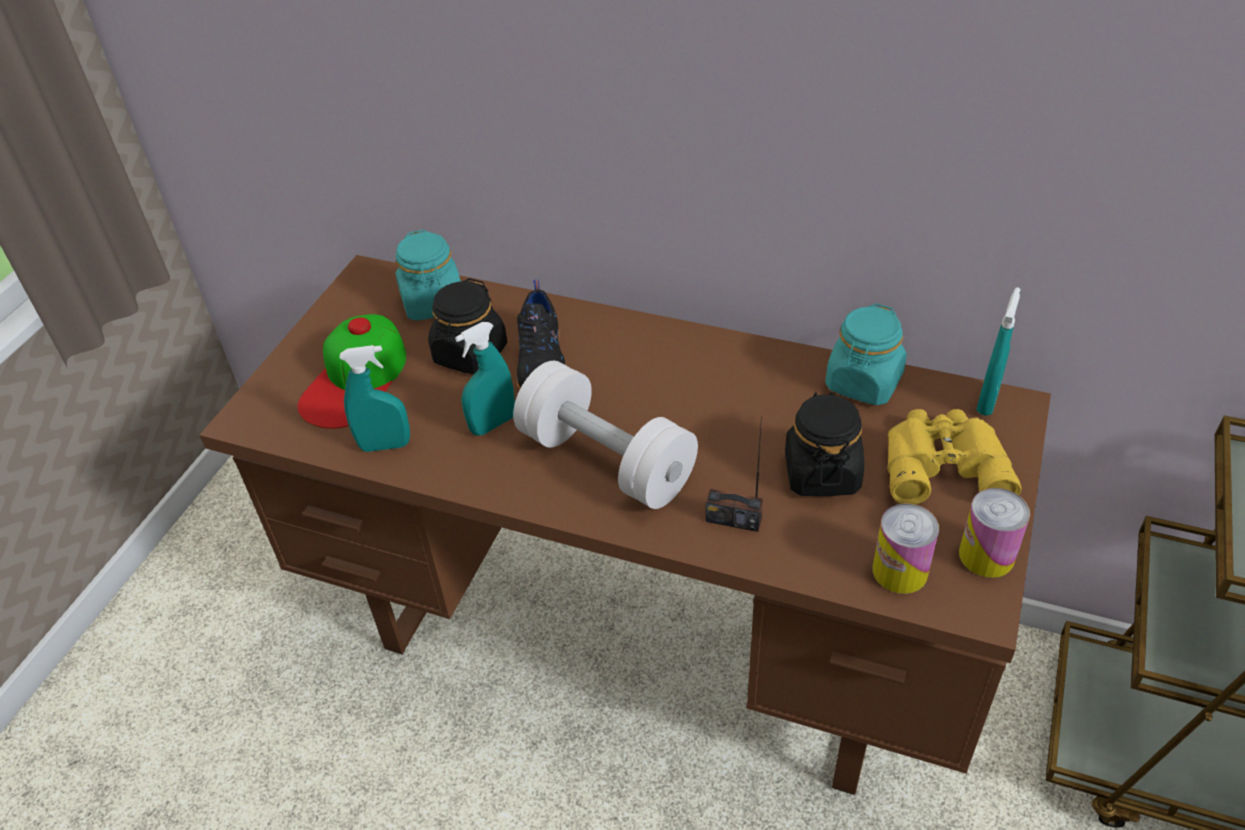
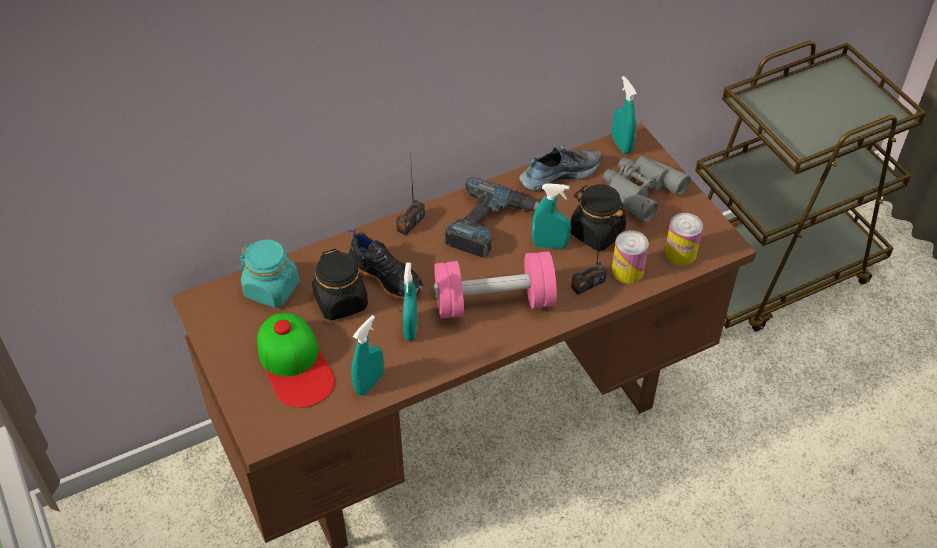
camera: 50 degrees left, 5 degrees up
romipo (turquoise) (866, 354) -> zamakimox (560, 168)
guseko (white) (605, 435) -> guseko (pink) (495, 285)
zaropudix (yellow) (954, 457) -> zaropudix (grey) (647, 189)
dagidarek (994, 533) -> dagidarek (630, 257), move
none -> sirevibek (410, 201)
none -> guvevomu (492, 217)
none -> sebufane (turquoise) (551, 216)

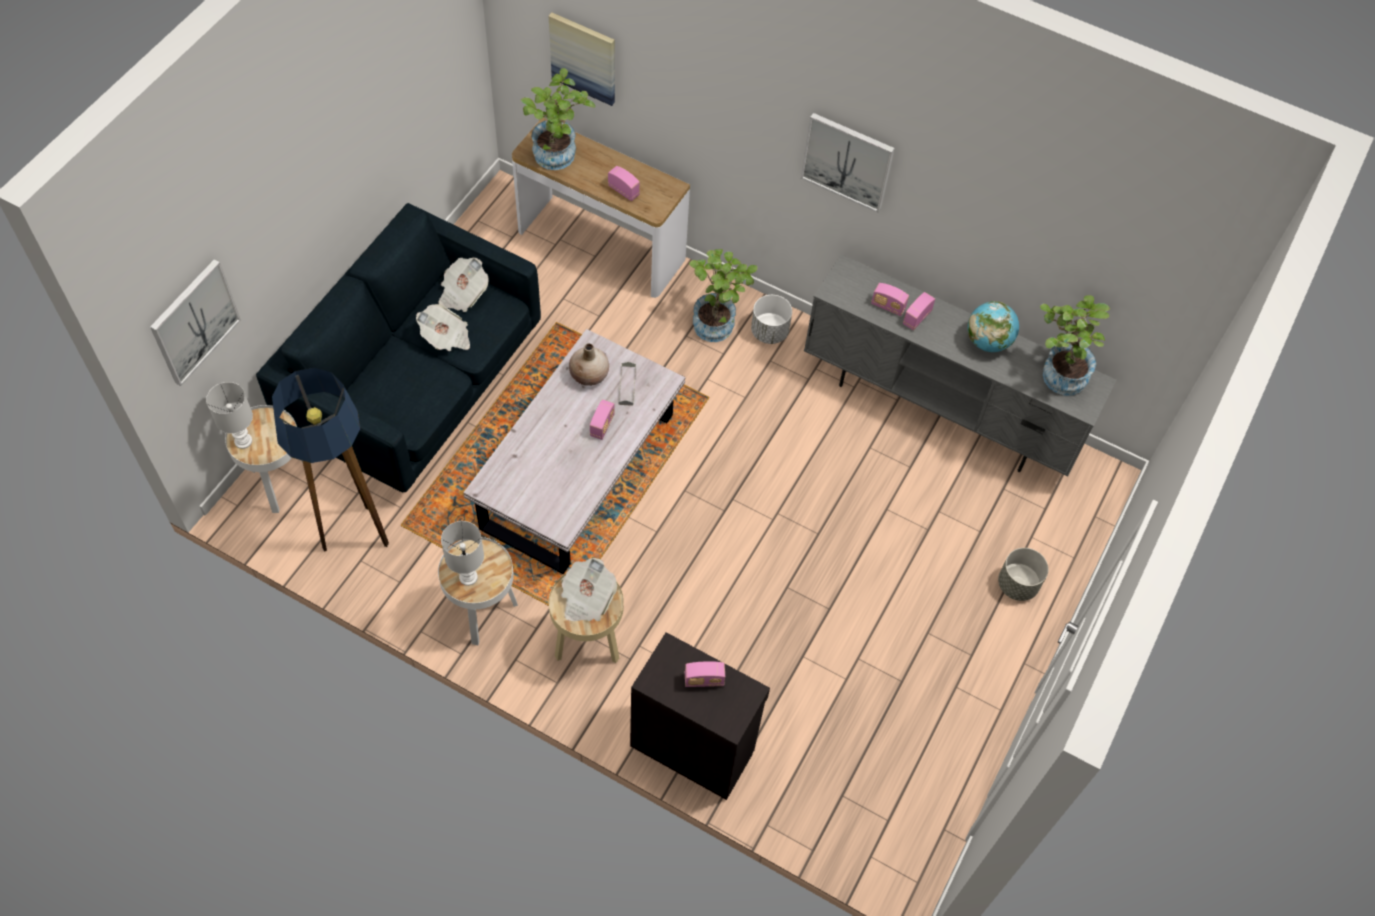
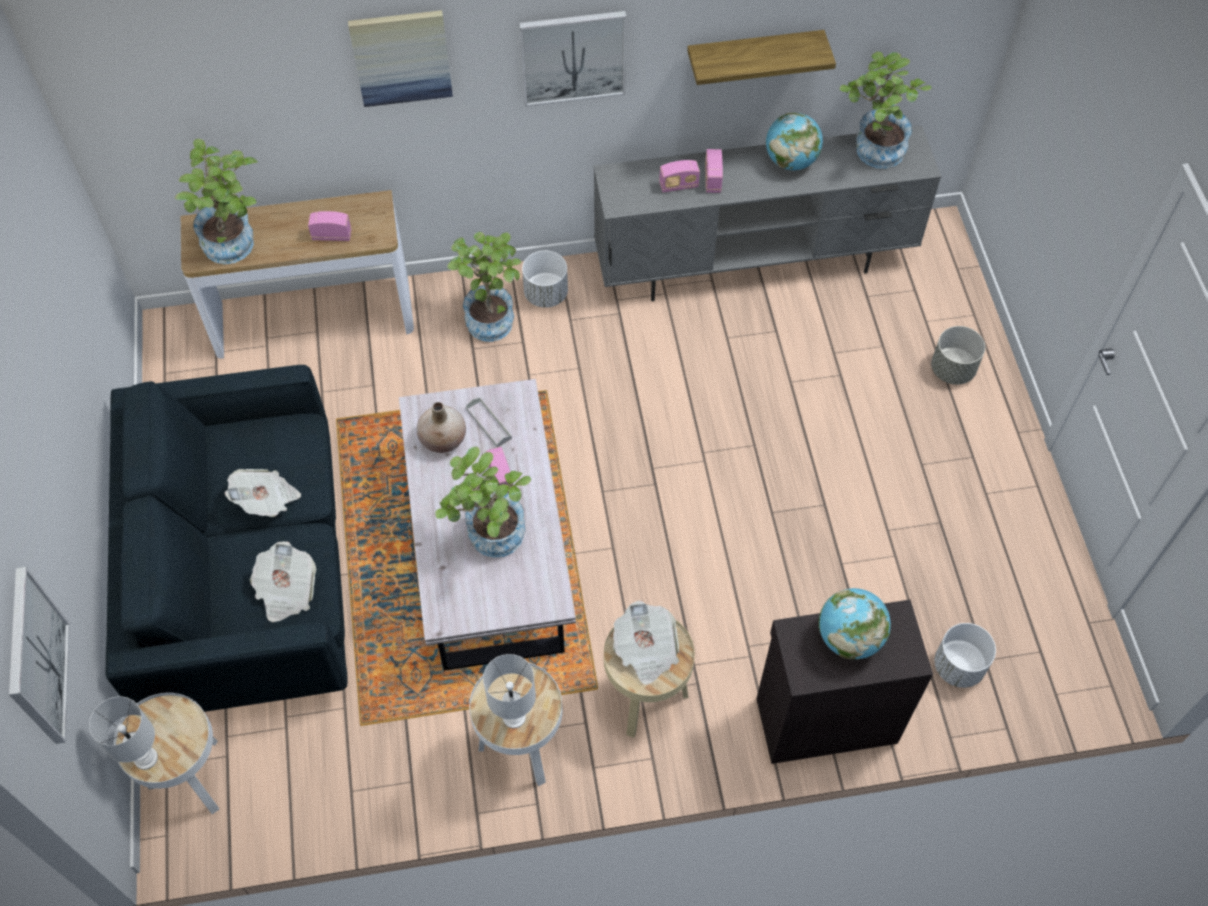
camera: 35 degrees left, 0 degrees up
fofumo (582, 59) -> fofumo (400, 58), move
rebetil (464, 285) -> rebetil (283, 581), move
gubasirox (330, 460) -> none
sirevibek (705, 674) -> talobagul (855, 624)
none -> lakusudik (761, 57)
none -> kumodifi (483, 502)
none -> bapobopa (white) (965, 655)

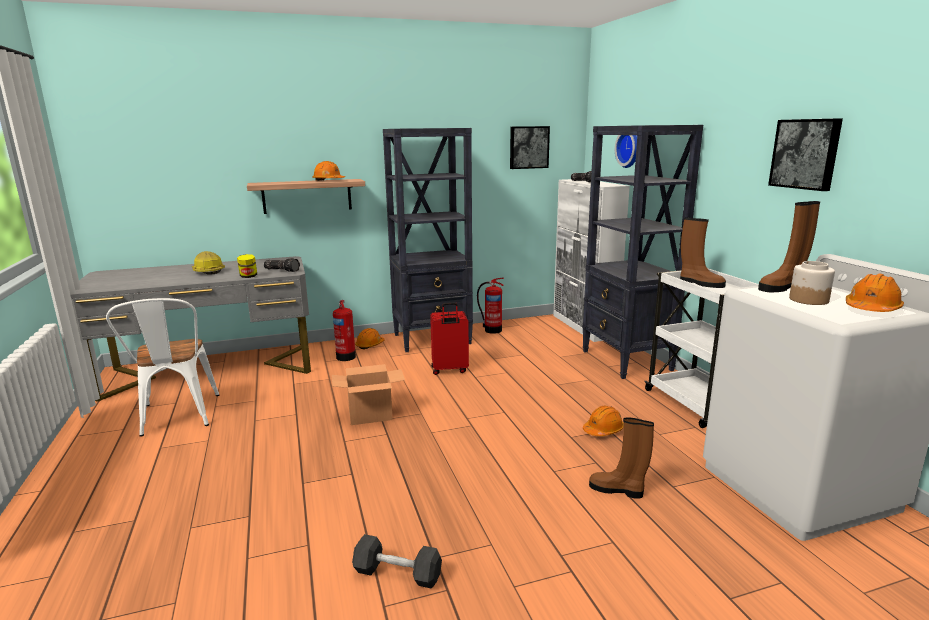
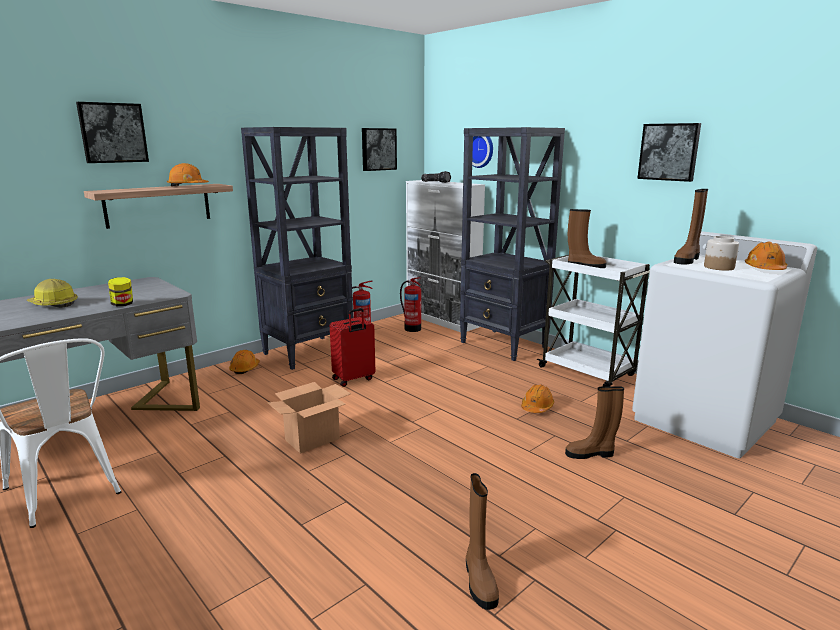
camera: 25 degrees left, 0 degrees up
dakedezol (282, 265) -> none
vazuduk (344, 330) -> vazuduk (410, 304), move
guseko (black) (397, 561) -> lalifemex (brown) (482, 541)
none -> fofumo (112, 132)

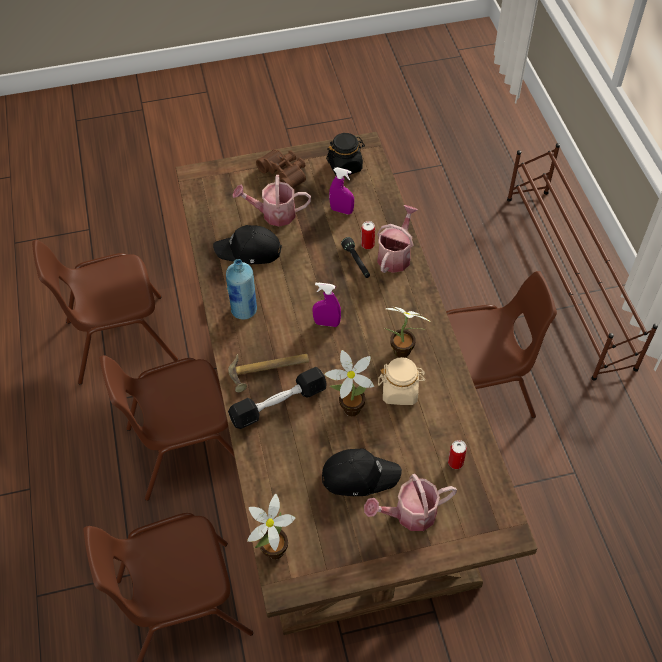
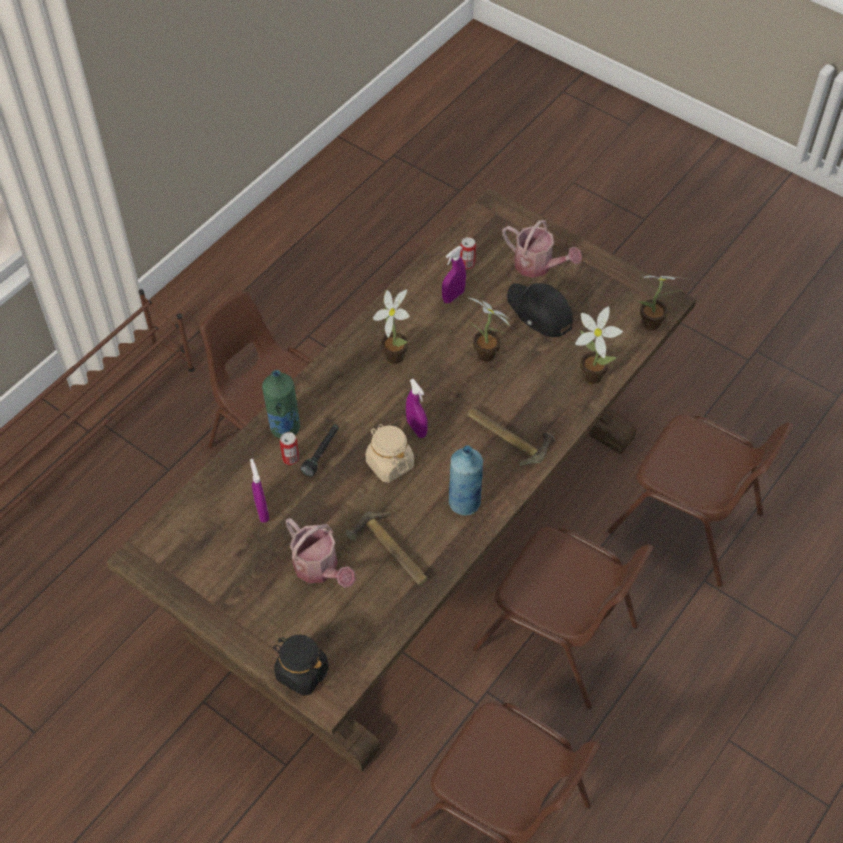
camera: 130 degrees left, 0 degrees up
romipo (black) (345, 154) -> romipo (black) (301, 665), move
zaropudix (brown) (281, 169) -> none
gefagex (397, 239) -> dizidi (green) (281, 404)
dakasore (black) (247, 244) -> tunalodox (387, 548)
romipo (beige) (401, 381) -> romipo (beige) (390, 453), move
guseko (black) (277, 398) -> none
none -> sebufane (purple) (454, 274)
none -> kumodifi (599, 345)

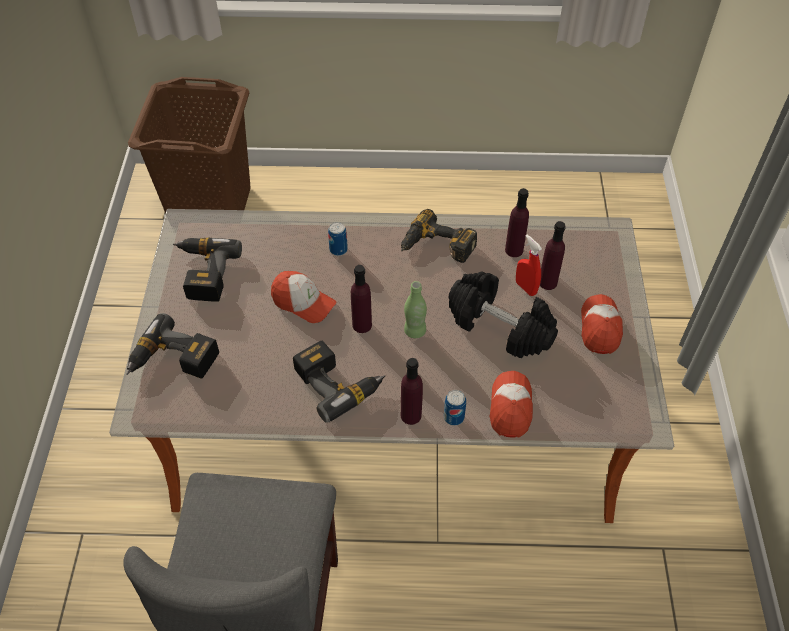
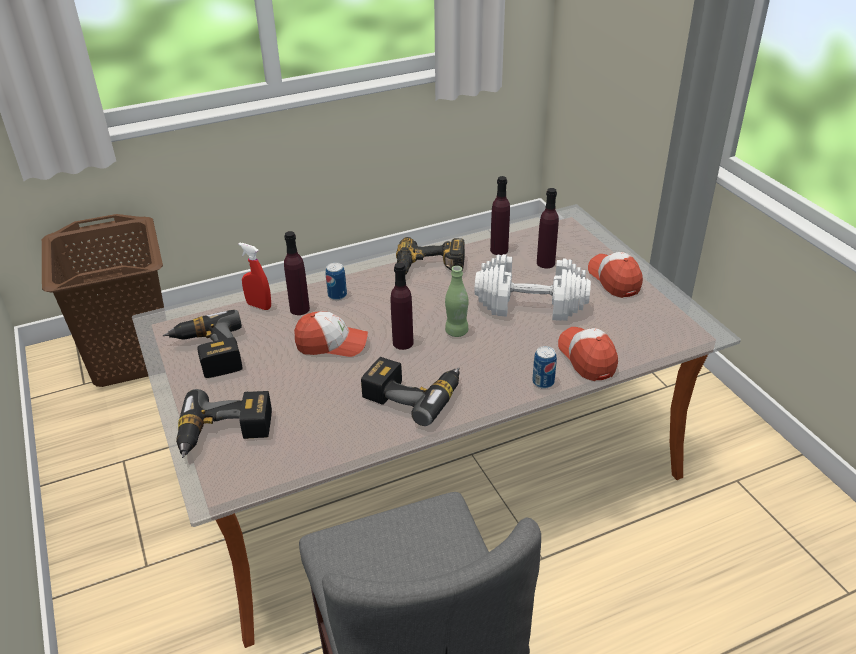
camera: 25 degrees left, 15 degrees down
sebufane (red) (529, 265) -> sebufane (red) (254, 276), move
guseko (black) (503, 314) -> guseko (white) (532, 287)
dizidi (purple) (412, 391) -> dizidi (purple) (297, 273), move

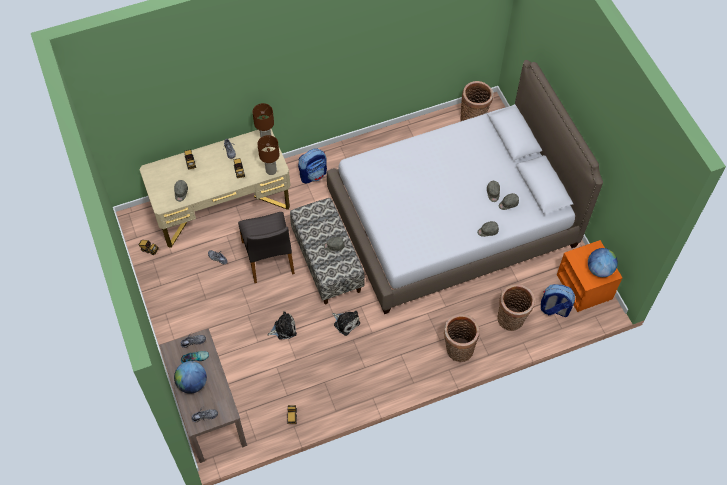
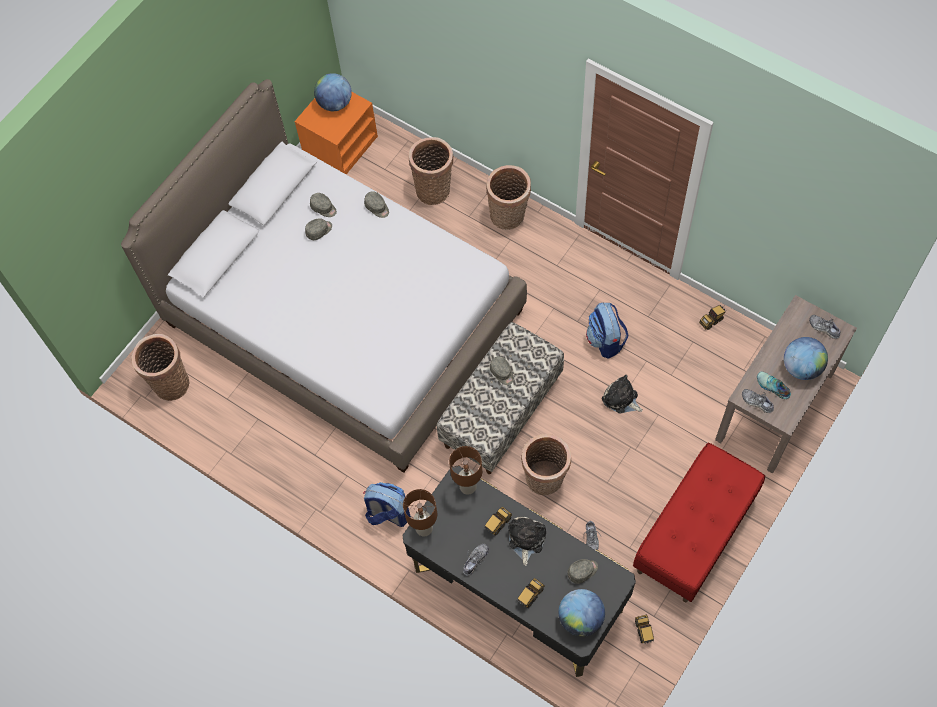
camera: 120 degrees left, 5 degrees up
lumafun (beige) (215, 188) -> lumafun (black) (519, 571)
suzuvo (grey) (266, 247) -> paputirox (546, 464)
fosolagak (558, 300) -> fosolagak (607, 330), move
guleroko (346, 323) -> guleroko (527, 541), move
none -> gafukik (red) (699, 522)
none -> talobagul (581, 613)

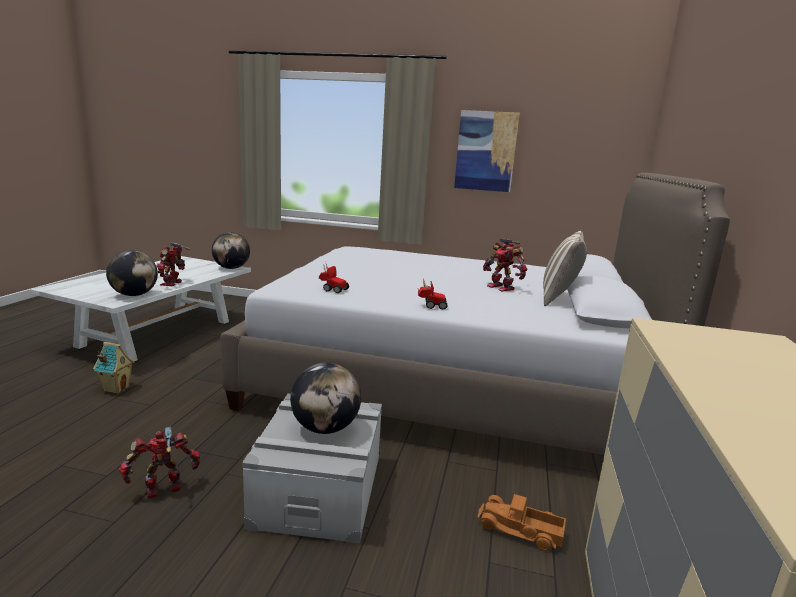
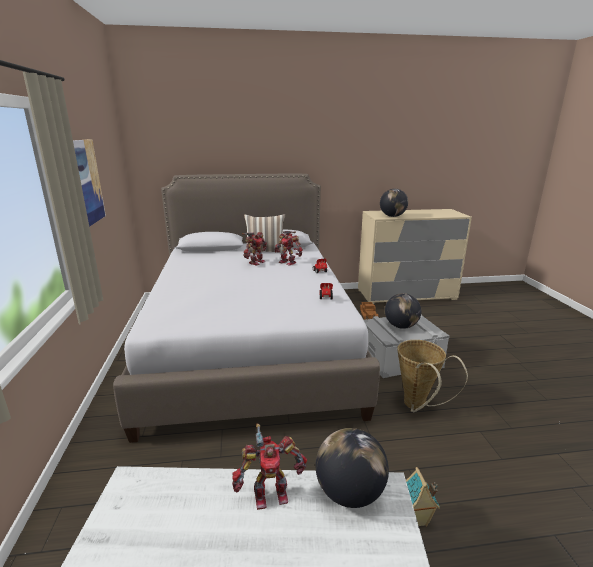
camera: 110 degrees left, 5 degrees up
talobagul (231, 250) -> talobagul (394, 203), move
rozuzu (159, 463) -> rozuzu (288, 248), move
none -> paputirox (432, 376)

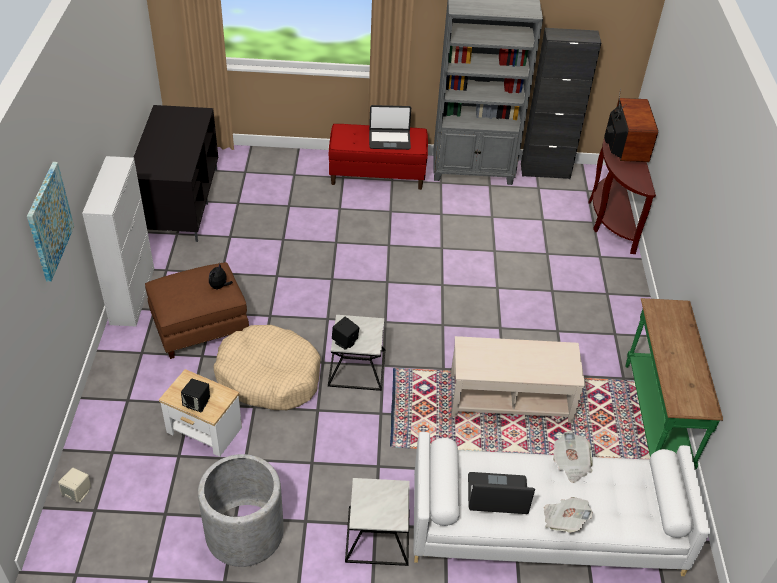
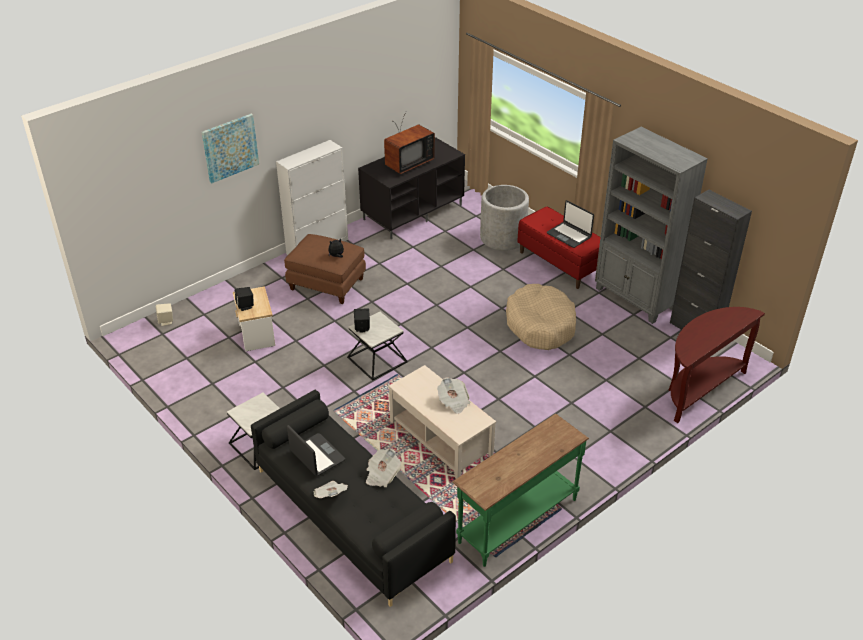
camera: 50 degrees right, 5 degrees down
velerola (631, 125) -> velerola (409, 143), move
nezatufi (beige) (267, 367) -> nezatufi (beige) (541, 317), move
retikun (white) (561, 504) -> retikun (black) (353, 498)
bapobopa (grey) (241, 510) -> bapobopa (grey) (504, 218), move
none -> rebetil (454, 395)

